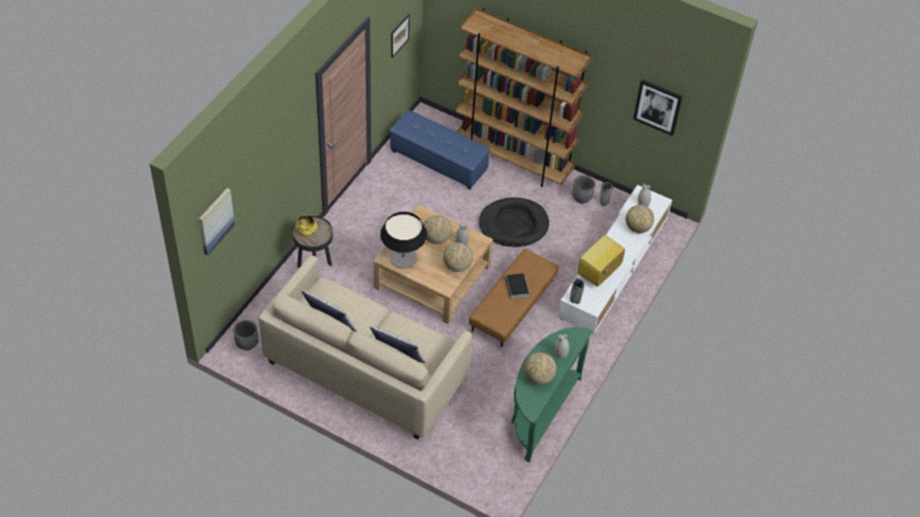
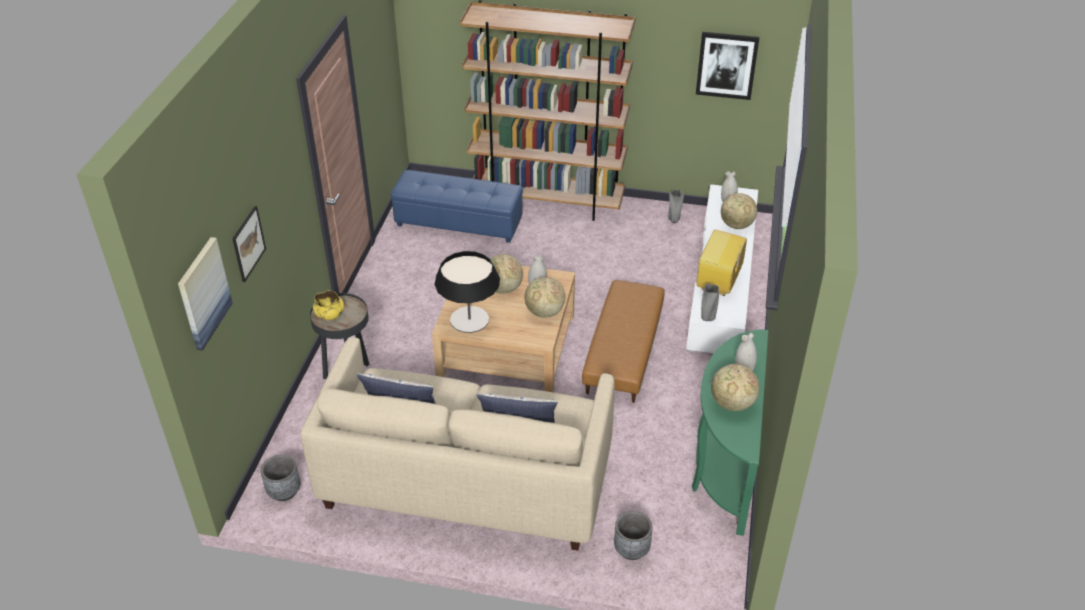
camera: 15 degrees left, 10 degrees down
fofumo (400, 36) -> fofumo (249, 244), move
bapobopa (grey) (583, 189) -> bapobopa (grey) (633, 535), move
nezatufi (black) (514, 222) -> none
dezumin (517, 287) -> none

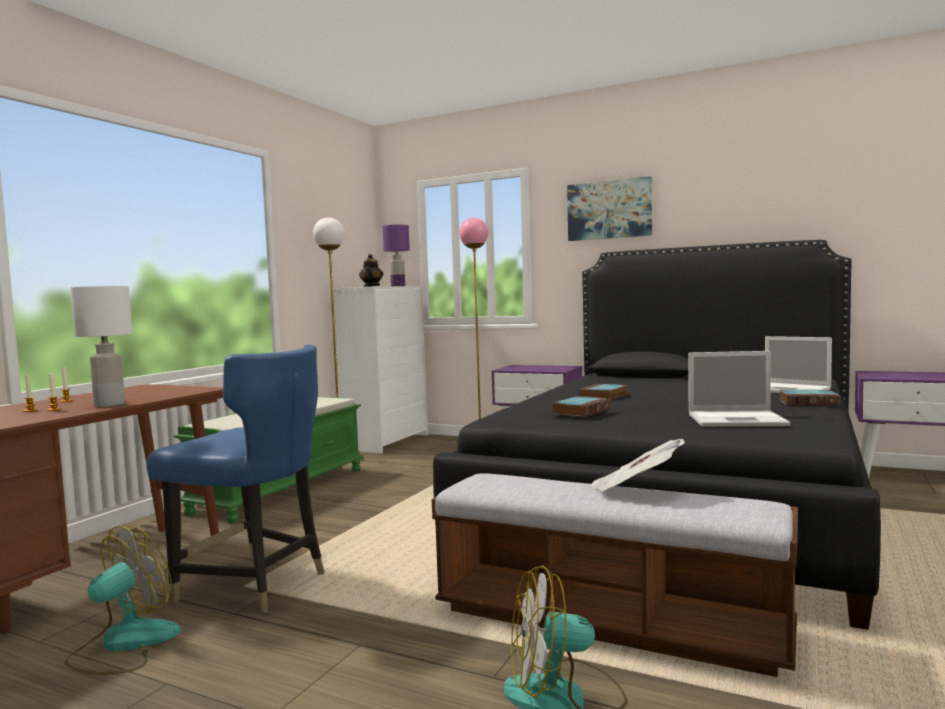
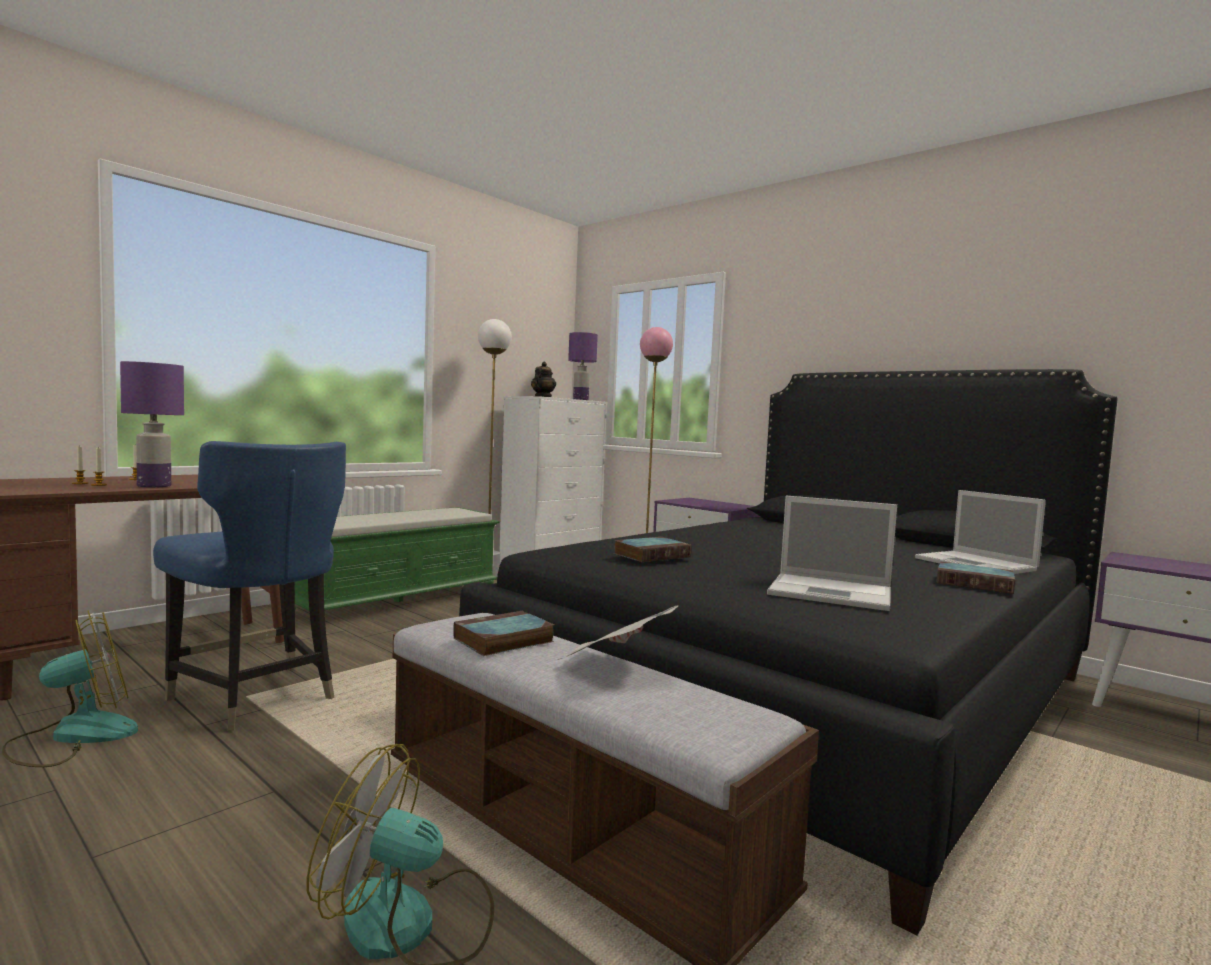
camera: 15 degrees right, 0 degrees up
fofumo (609, 208) -> none
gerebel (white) (101, 346) -> gerebel (purple) (152, 424)
dezumin (603, 392) -> dezumin (504, 633), move

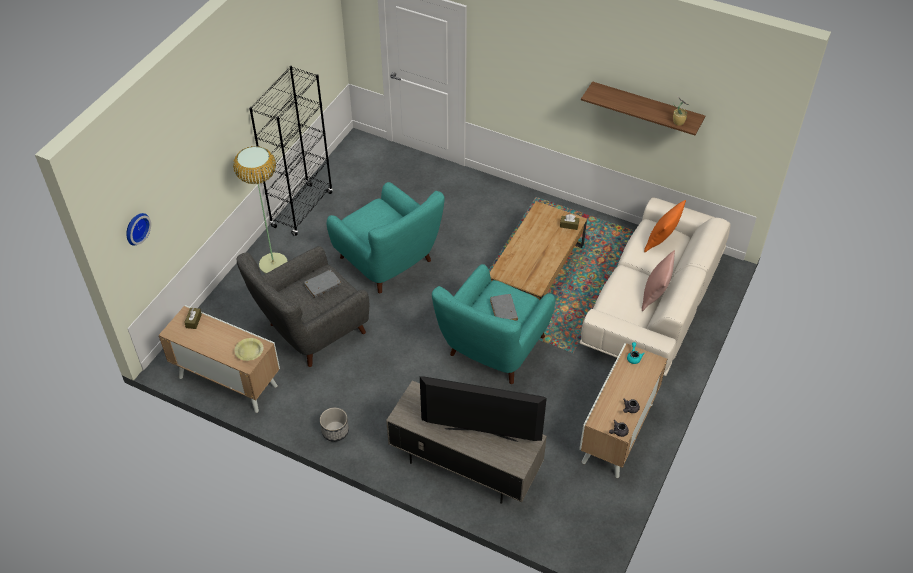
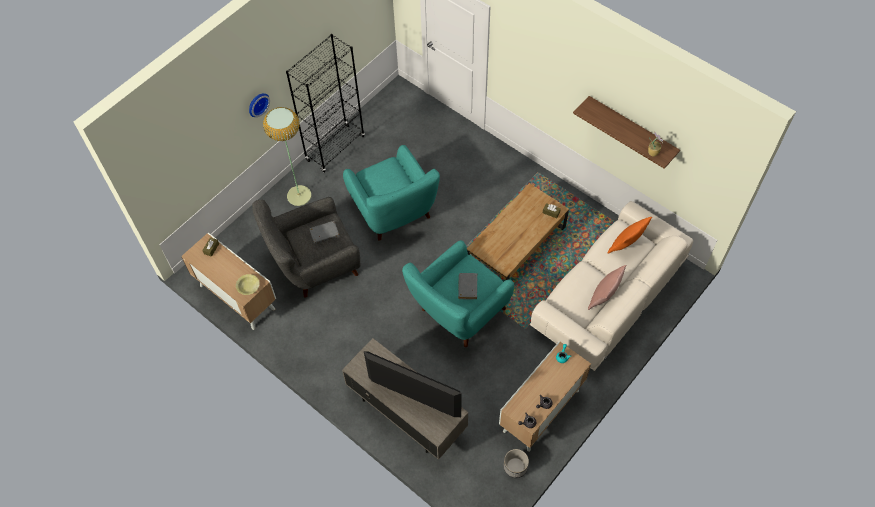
camera: 15 degrees right, 10 degrees up
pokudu (138, 229) -> pokudu (259, 105), move
bapobopa (334, 425) -> bapobopa (516, 463), move

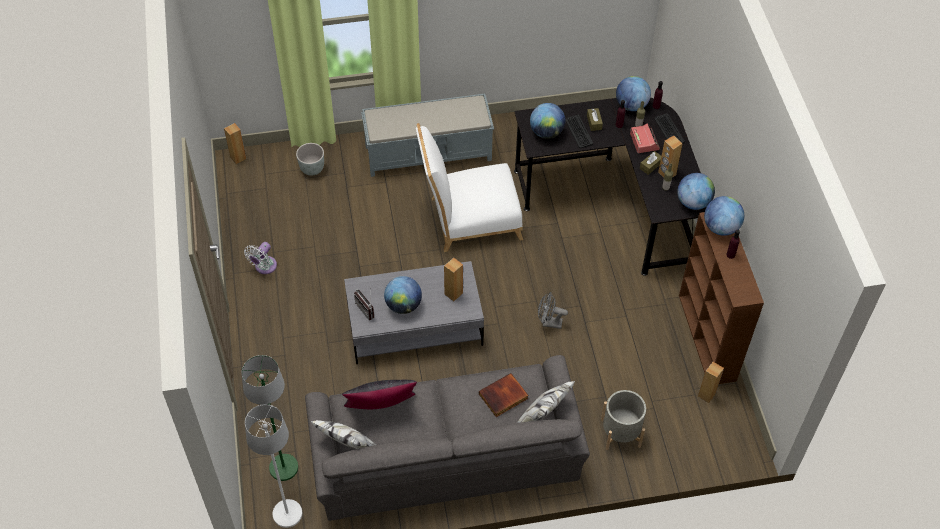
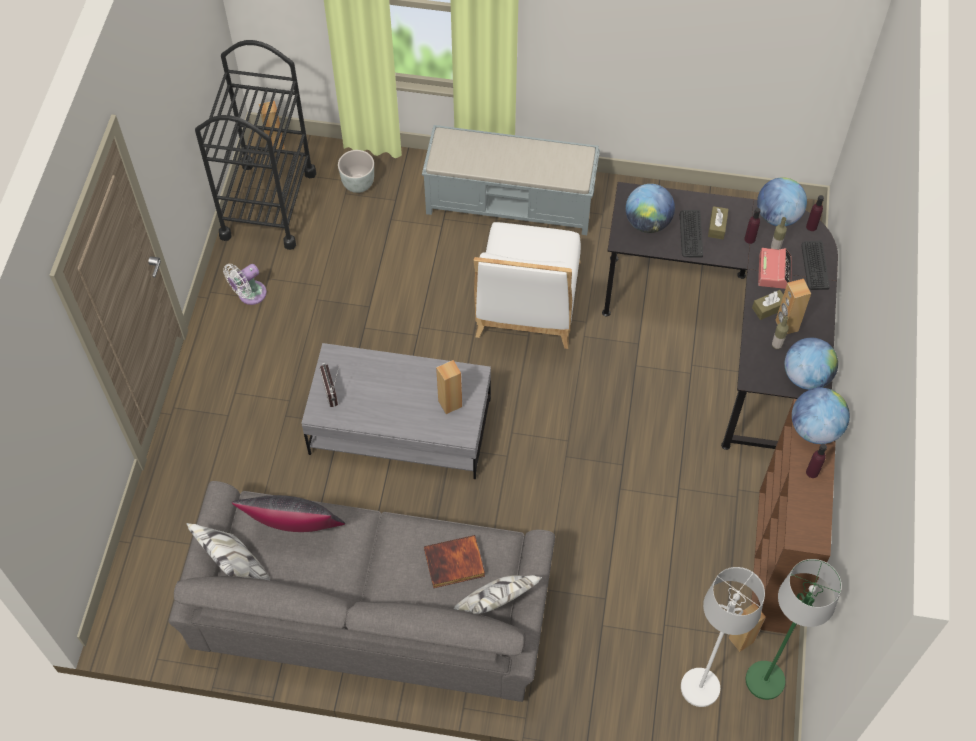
camera: 20 degrees right, 5 degrees up
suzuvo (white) (469, 187) -> suzuvo (white) (527, 285), 90 degrees counterclockwise
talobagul (403, 295) -> none
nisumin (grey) (553, 310) -> none
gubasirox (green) (270, 418) -> gubasirox (green) (794, 629), move
bapobopa (grey) (623, 420) -> none
gubasirox (white) (273, 466) -> gubasirox (white) (723, 637), move
none -> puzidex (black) (255, 145)

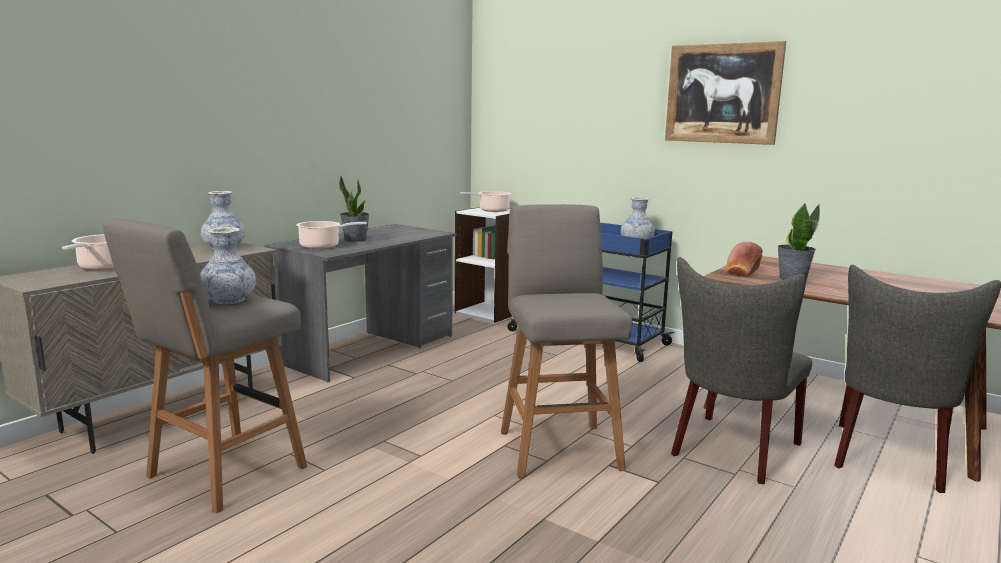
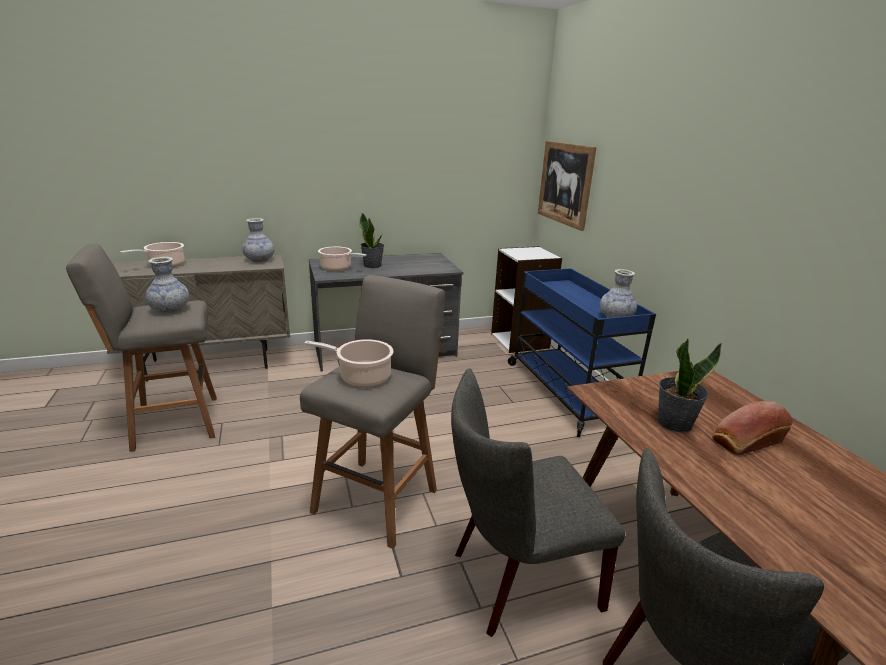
camera: 35 degrees right, 10 degrees up
fofumo (725, 93) -> fofumo (567, 186), move
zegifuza (485, 201) -> zegifuza (348, 363), move
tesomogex (744, 259) -> tesomogex (752, 428), move

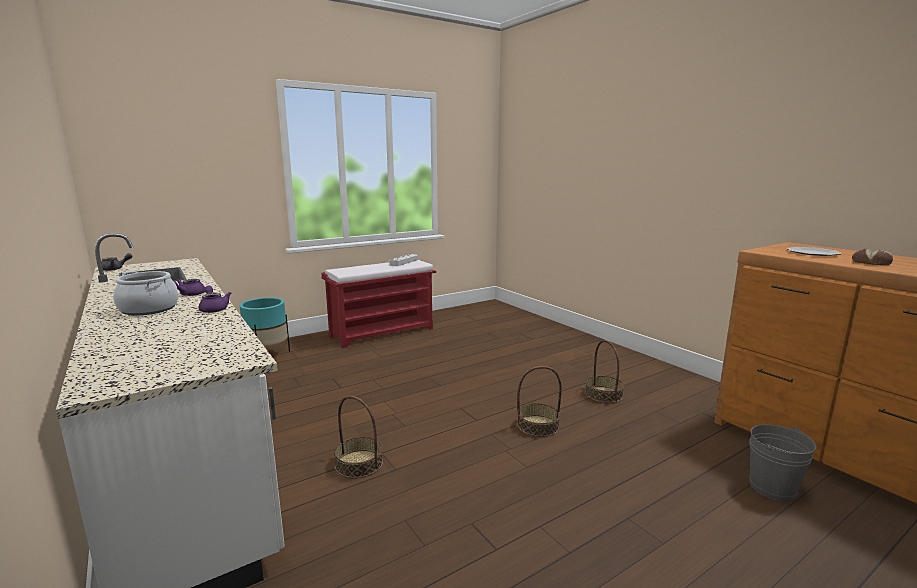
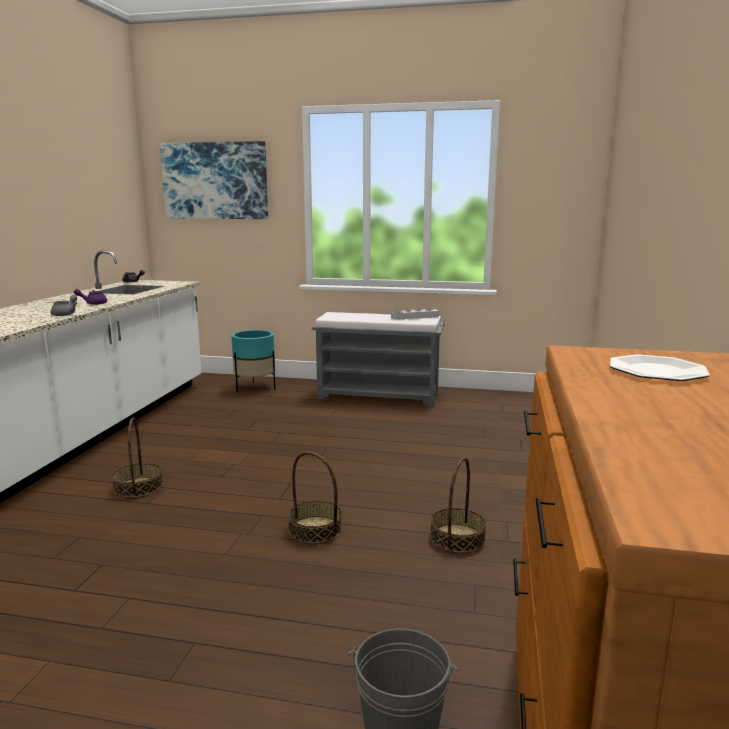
camera: 45 degrees right, 0 degrees up
tesomogex (872, 256) -> none
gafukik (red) (378, 304) -> gafukik (grey) (378, 359)
zegifuza (146, 293) -> none
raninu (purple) (215, 299) -> raninu (grey) (63, 305)
none -> fofumo (214, 180)

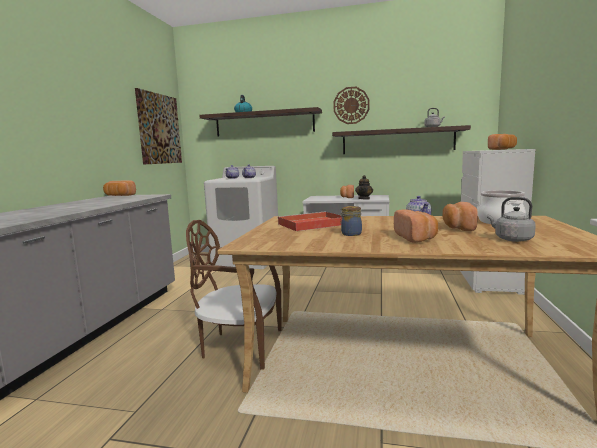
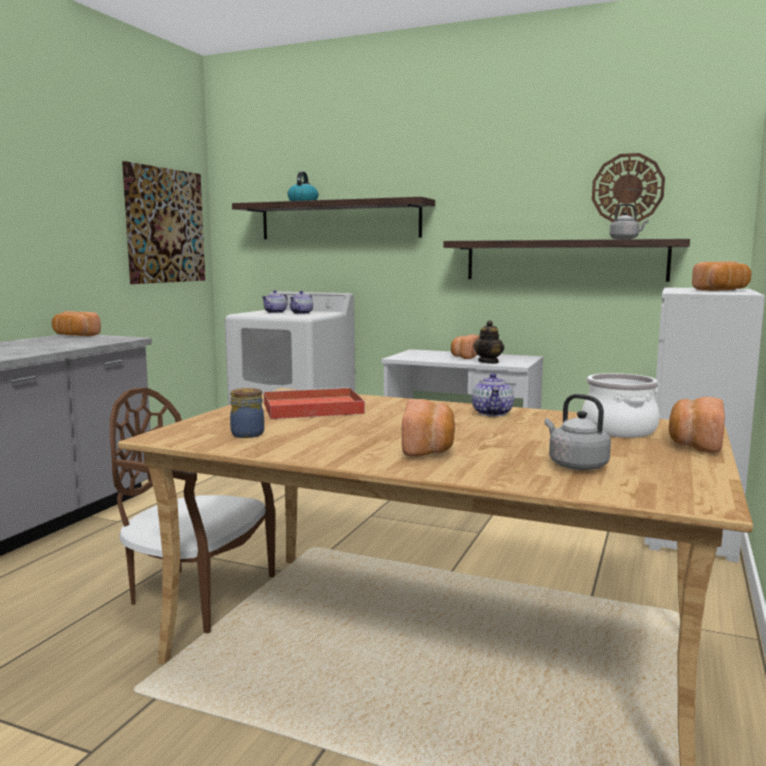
camera: 10 degrees right, 0 degrees up
pokudu (351, 105) -> pokudu (628, 187), move
tesomogex (460, 216) -> tesomogex (697, 425), move
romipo (351, 221) -> romipo (247, 413), move

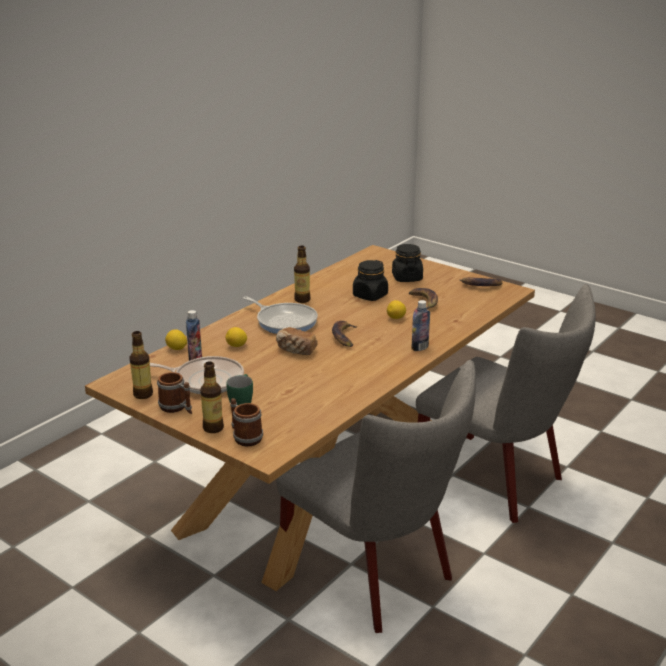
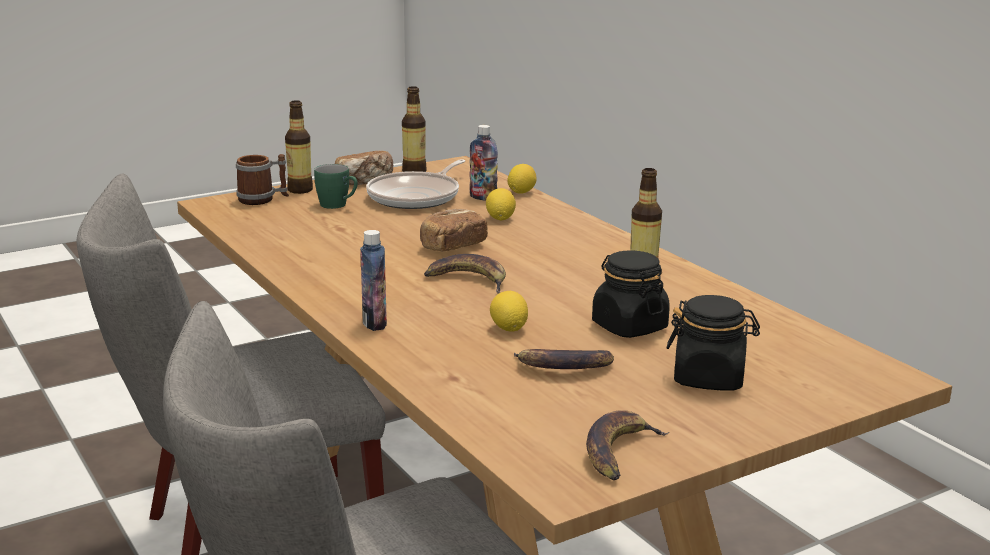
camera: 110 degrees right, 5 degrees down
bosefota (280, 315) -> none
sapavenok (174, 393) -> tesomogex (364, 168)

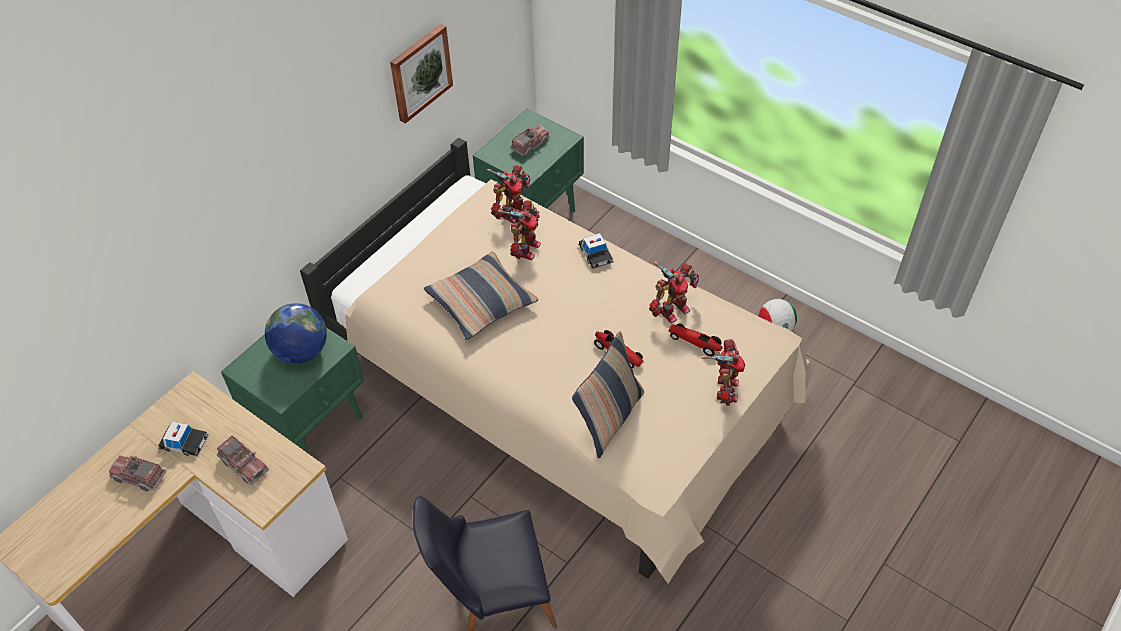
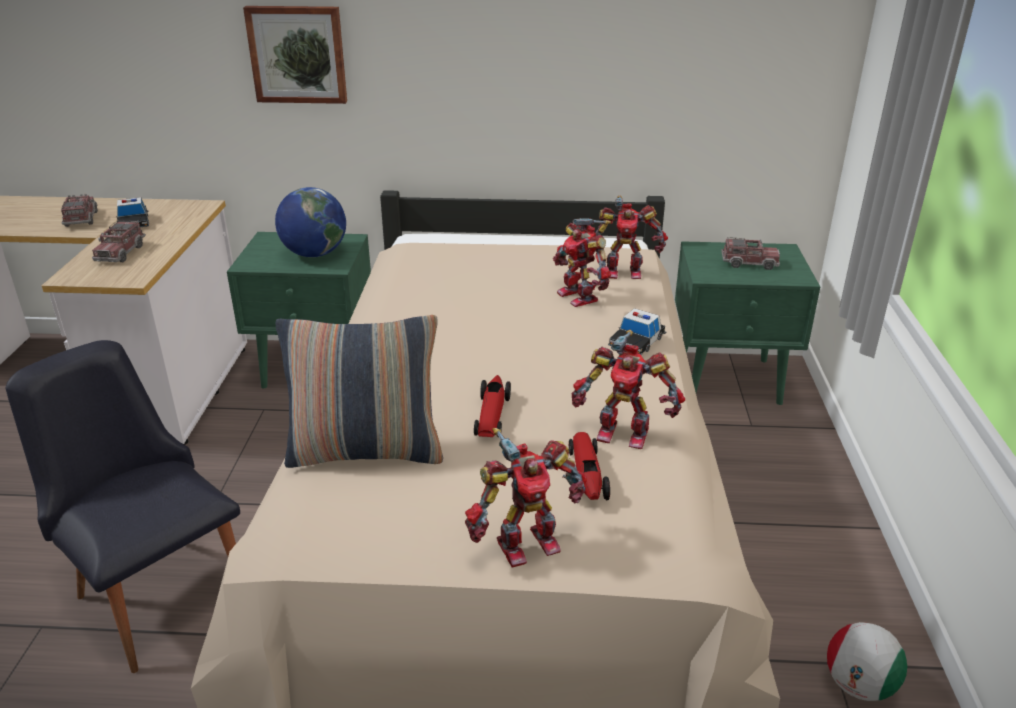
camera: 55 degrees right, 20 degrees down
fofumo (421, 73) -> fofumo (295, 55), move
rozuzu (519, 230) -> rozuzu (582, 262), 75 degrees clockwise
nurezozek (481, 295) -> none

